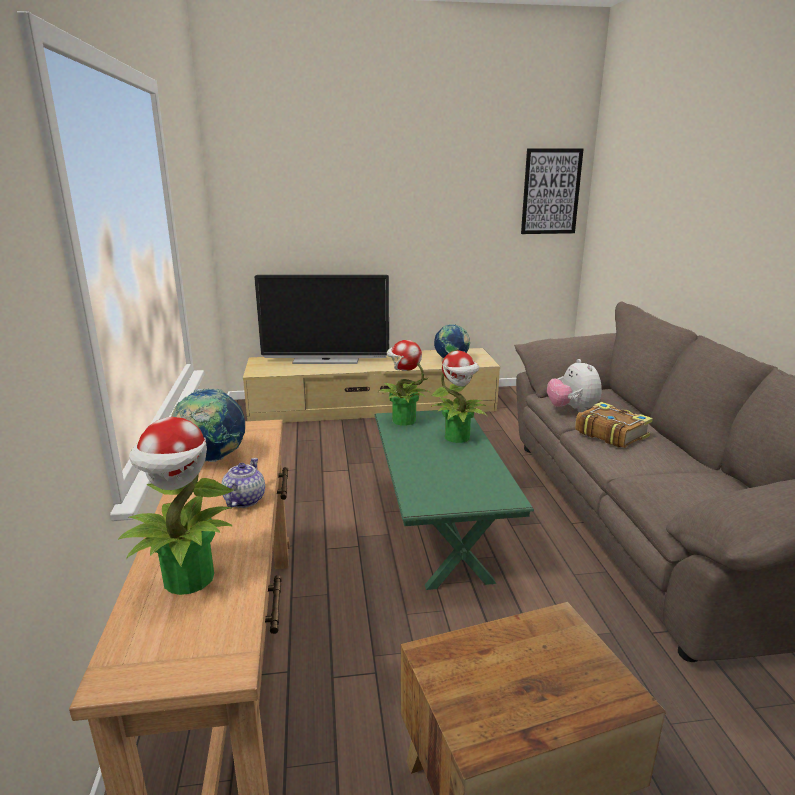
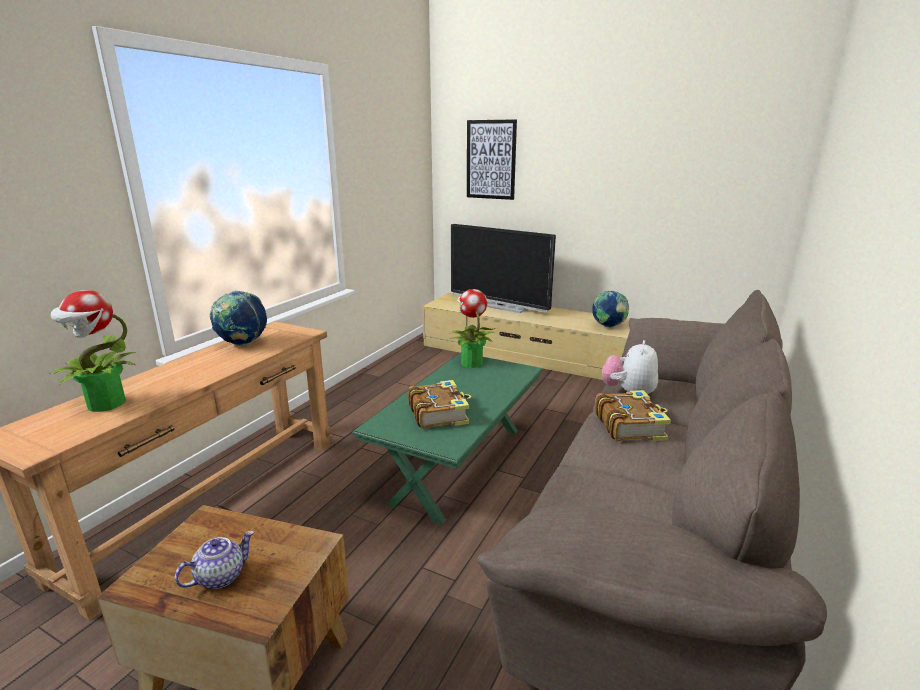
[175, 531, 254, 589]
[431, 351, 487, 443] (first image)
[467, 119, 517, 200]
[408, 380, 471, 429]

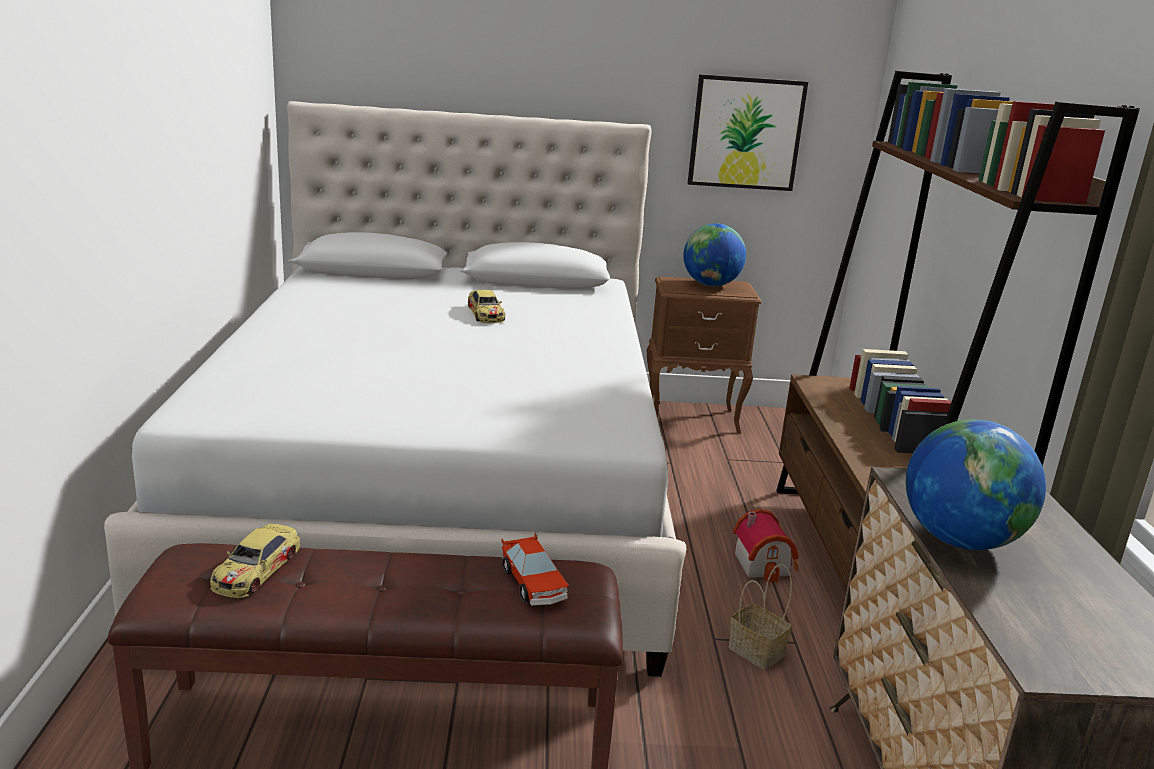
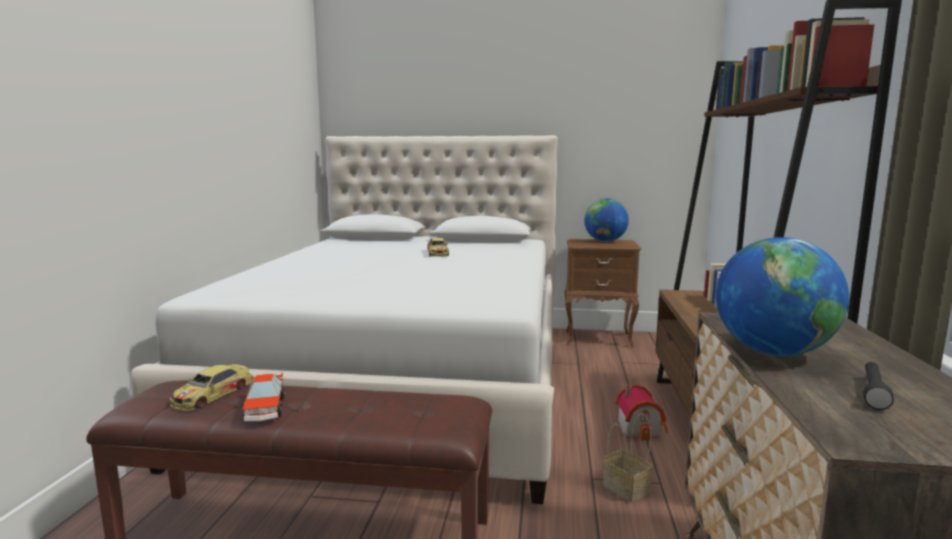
[242, 373, 285, 422]
[688, 74, 808, 191] (first image)
[863, 362, 894, 410]

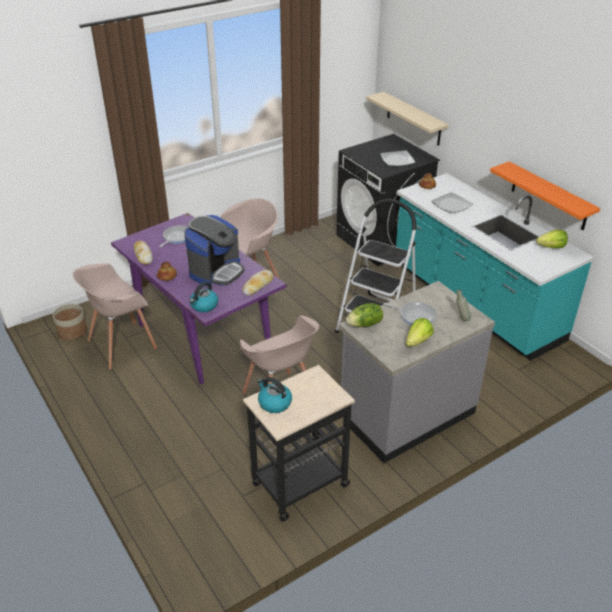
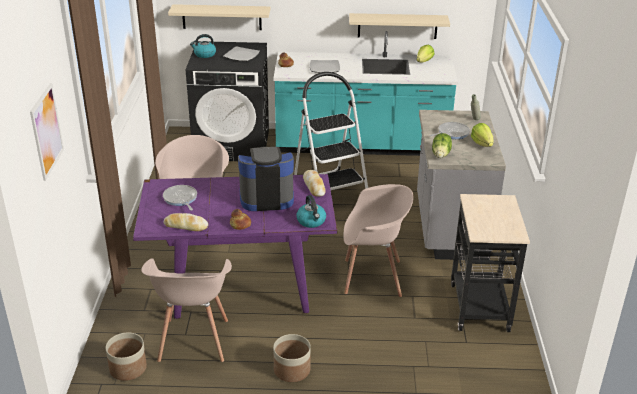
[238, 146, 294, 211]
[190, 34, 216, 58]
[349, 13, 450, 39]
[30, 83, 64, 181]
[273, 334, 311, 382]

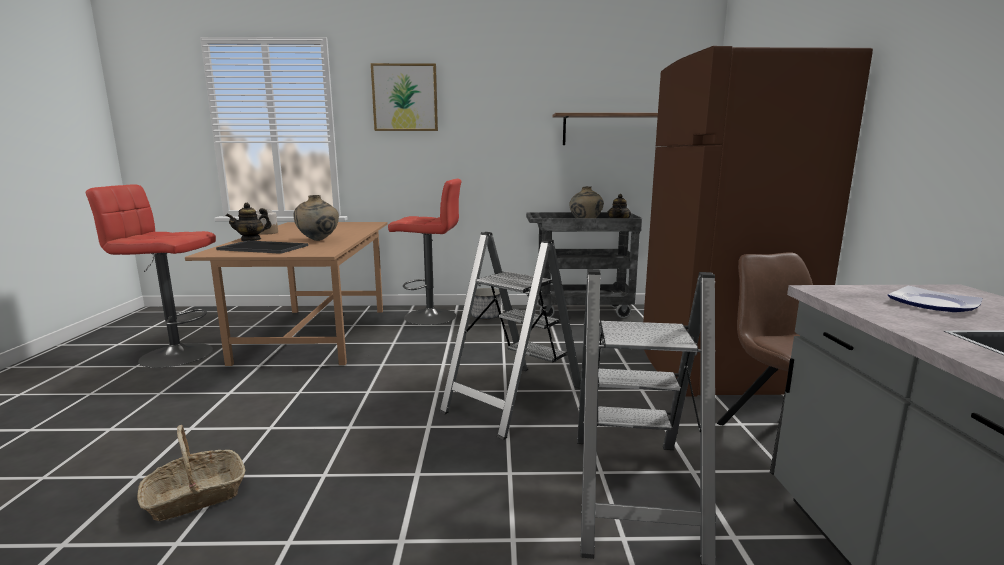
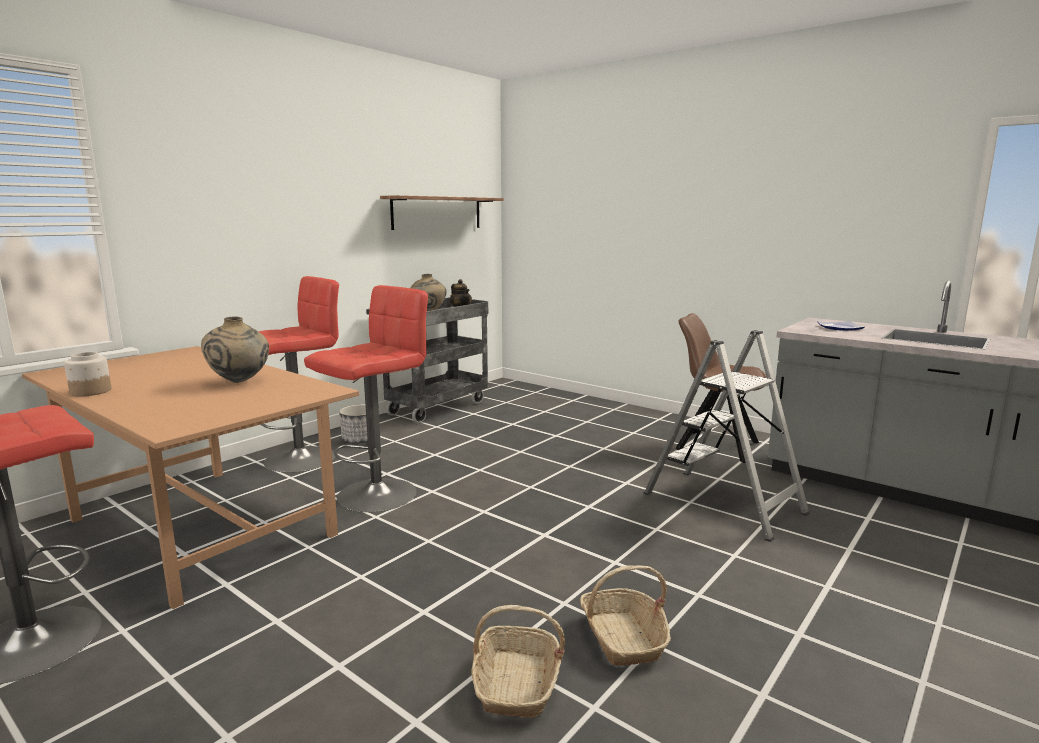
[216, 241, 308, 254] (first image)
[226, 203, 272, 241] (first image)
[371, 63, 438, 131] (first image)
[439, 232, 581, 440] (first image)
[643, 46, 873, 397] (first image)
[304, 285, 428, 512]
[580, 565, 671, 666]

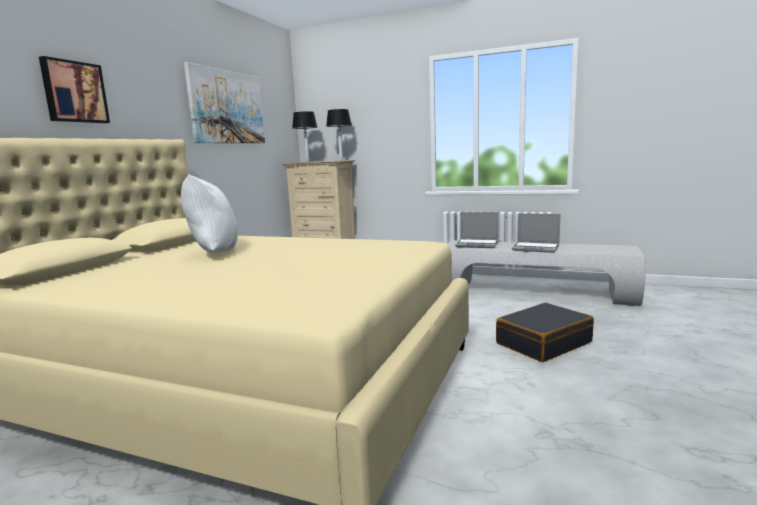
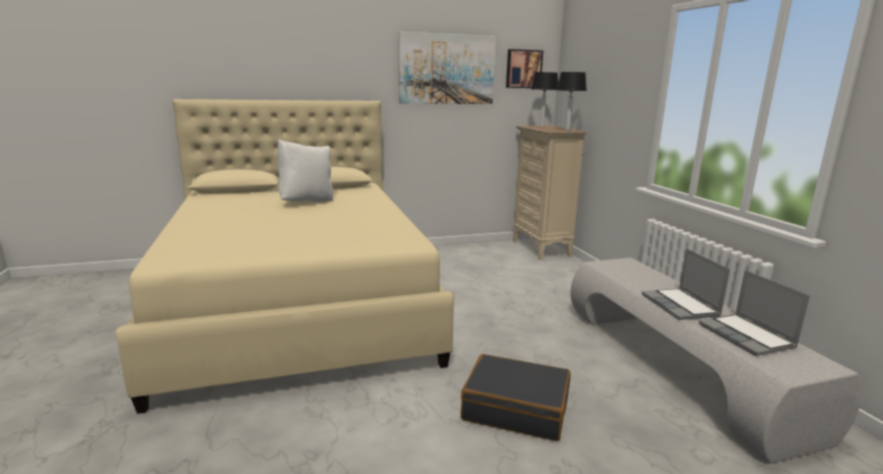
[506, 49, 543, 88]
[699, 270, 810, 356]

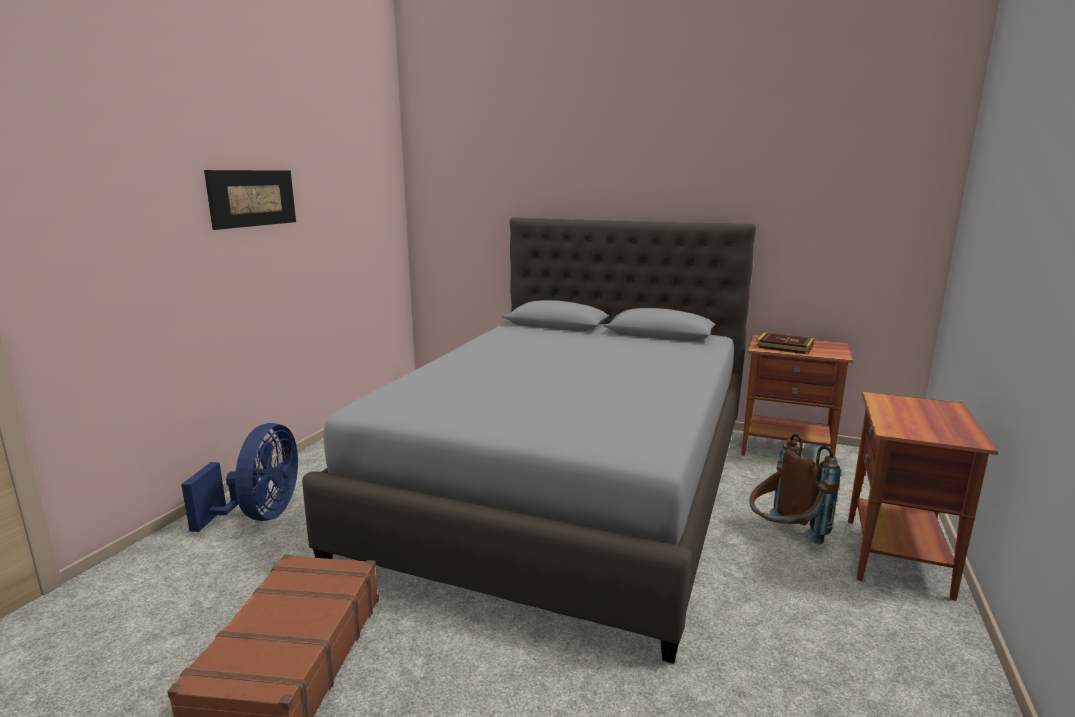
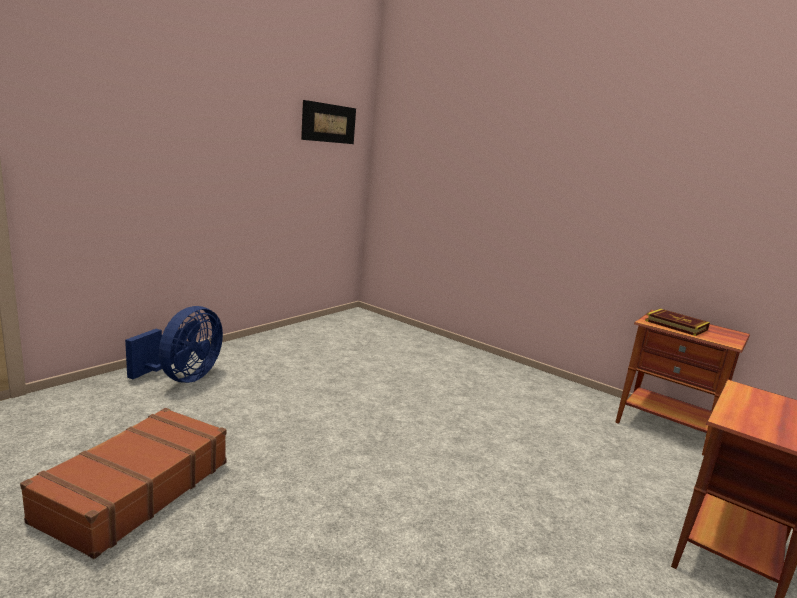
[301, 100, 356, 144]
[302, 218, 756, 664] (first image)
[749, 434, 841, 545] (first image)

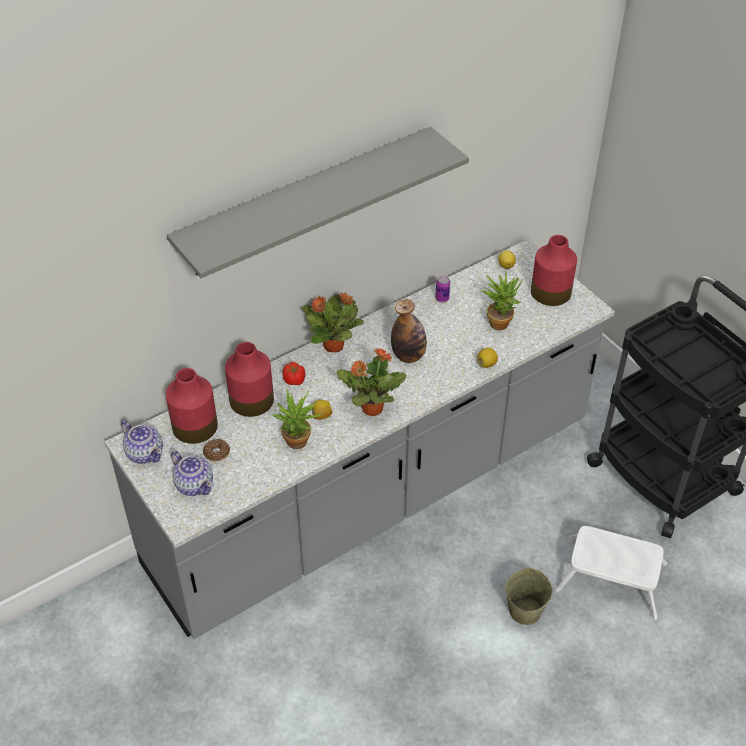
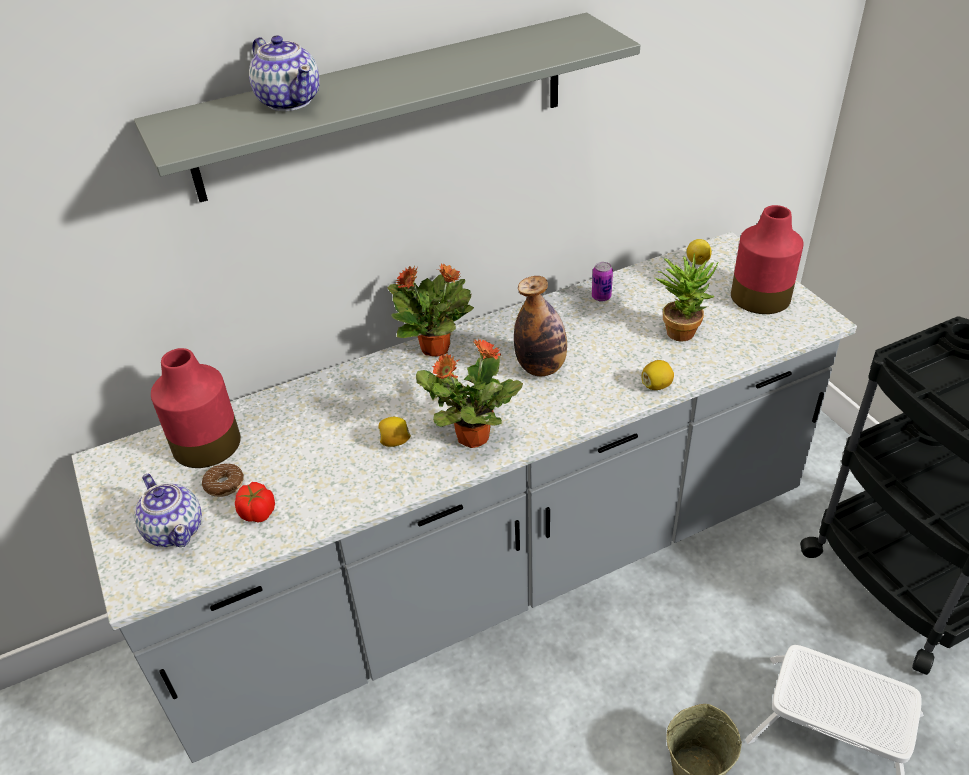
[249, 35, 319, 111]
[225, 342, 274, 417] (first image)
[272, 390, 321, 449] (first image)
[235, 482, 275, 523]

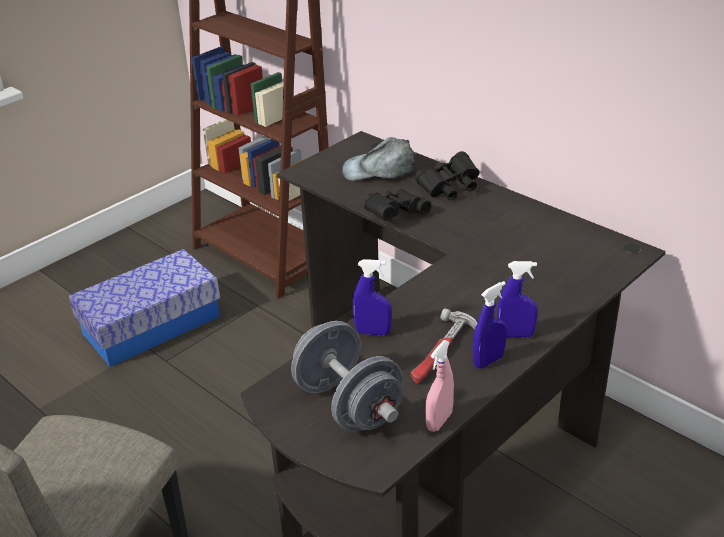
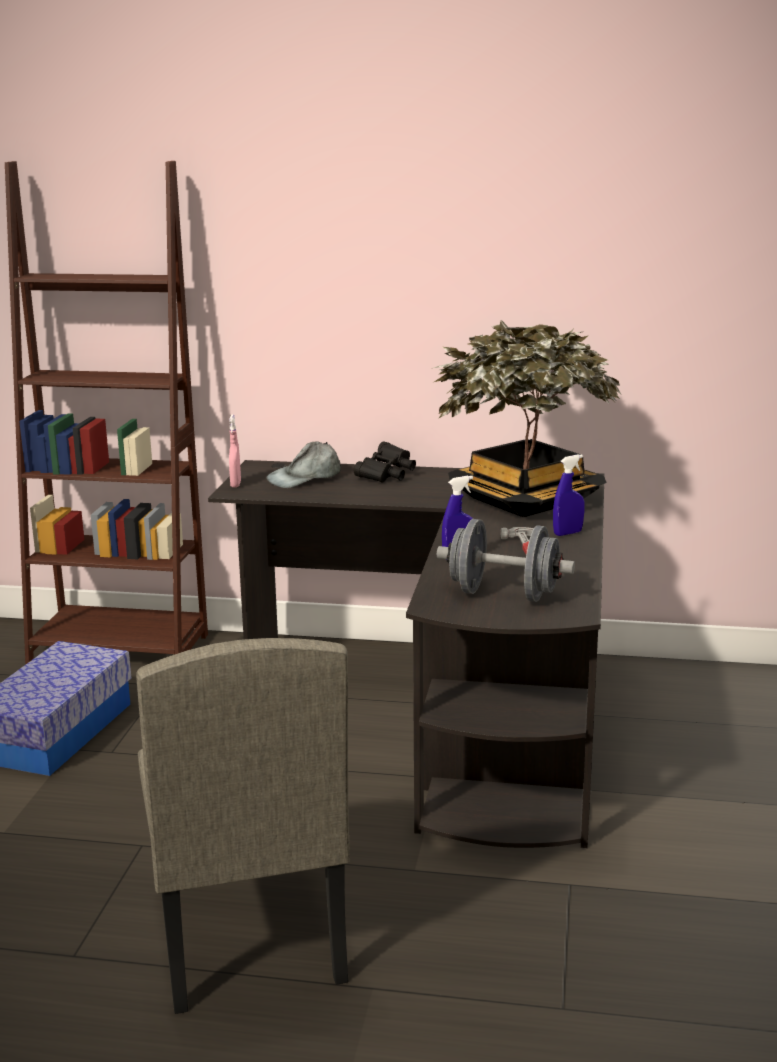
[364, 189, 431, 221] (first image)
[229, 414, 241, 487]
[473, 281, 506, 369] (first image)
[434, 320, 621, 517]

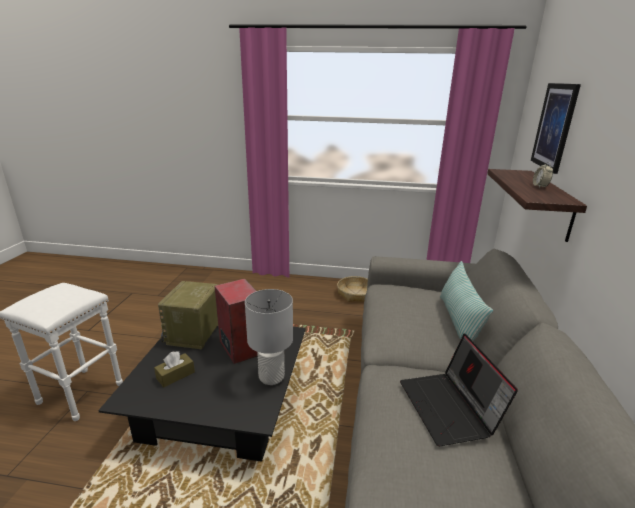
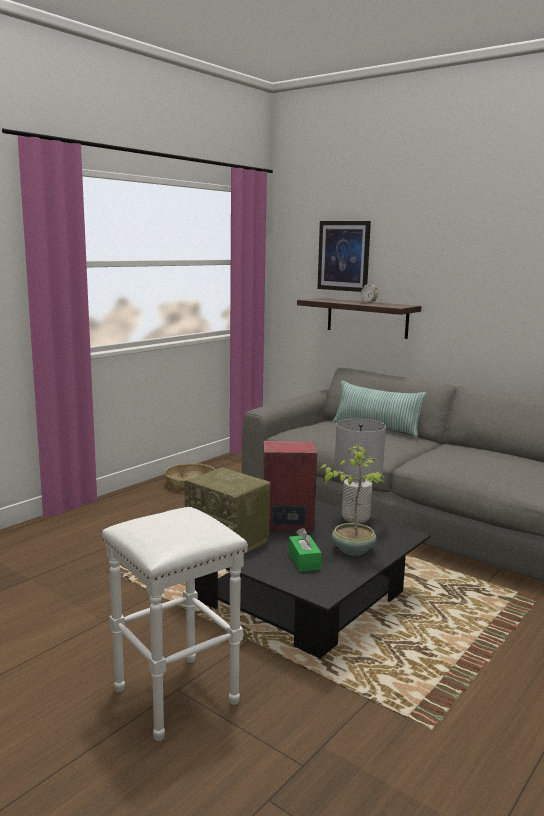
[289, 528, 322, 571]
[400, 333, 518, 446] (first image)
[320, 445, 385, 556]

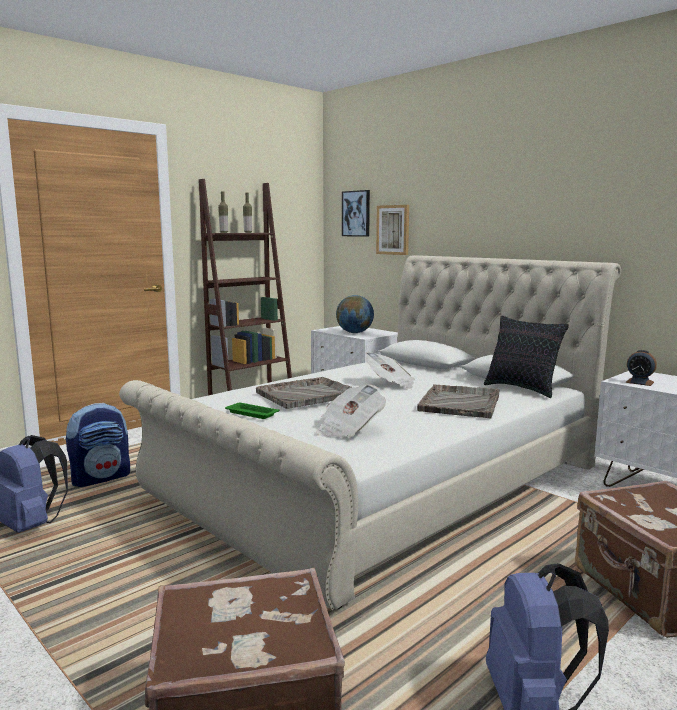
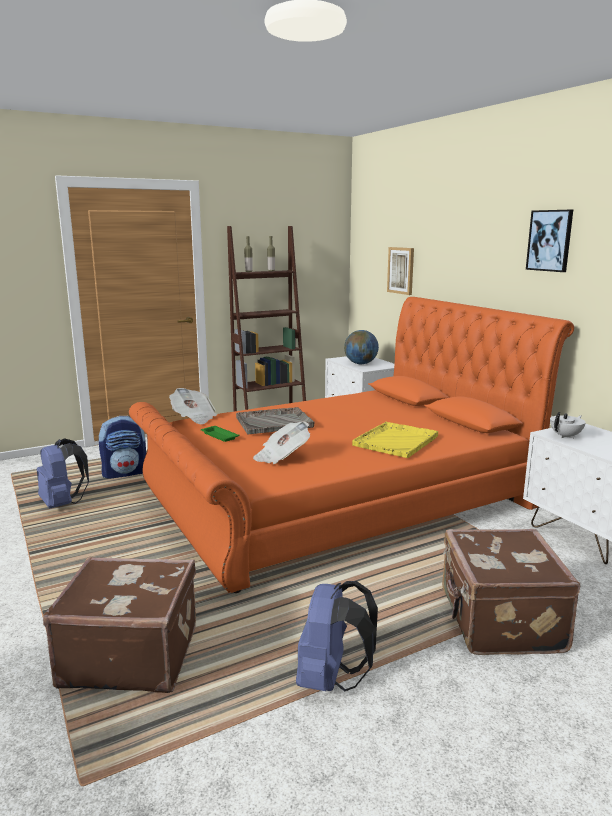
[129, 297, 574, 593]
[526, 210, 573, 272]
[169, 388, 217, 425]
[352, 422, 438, 458]
[484, 315, 569, 398] (first image)
[550, 412, 586, 439]

